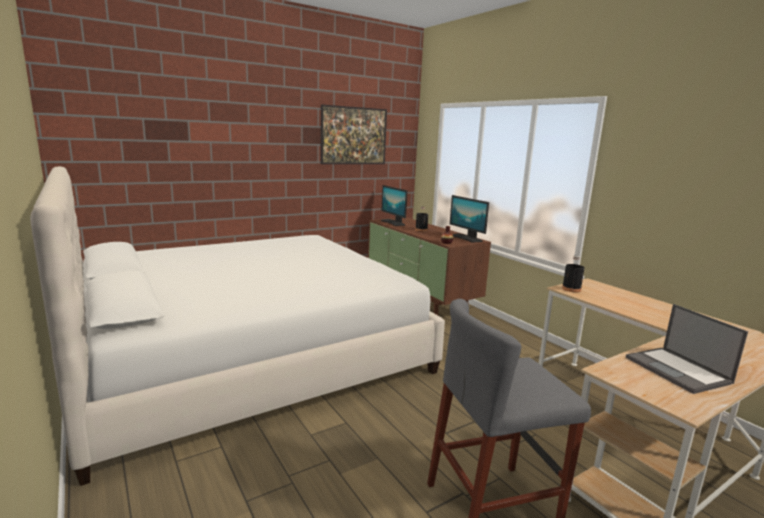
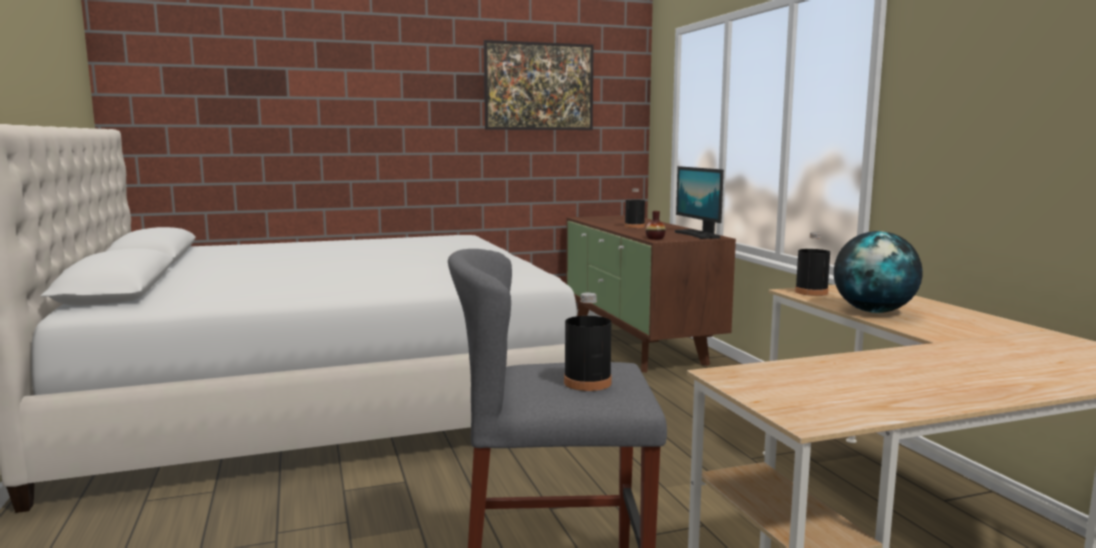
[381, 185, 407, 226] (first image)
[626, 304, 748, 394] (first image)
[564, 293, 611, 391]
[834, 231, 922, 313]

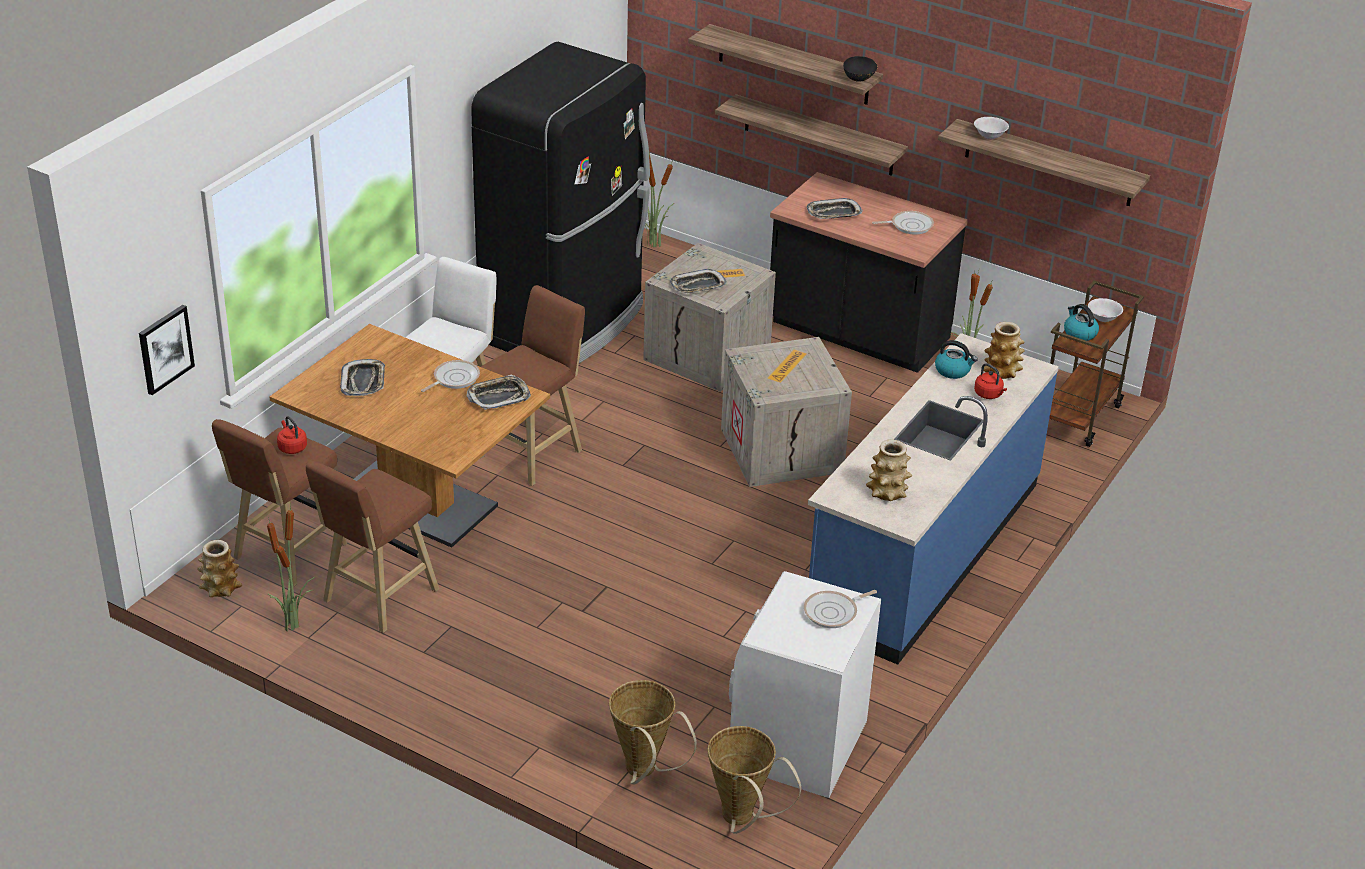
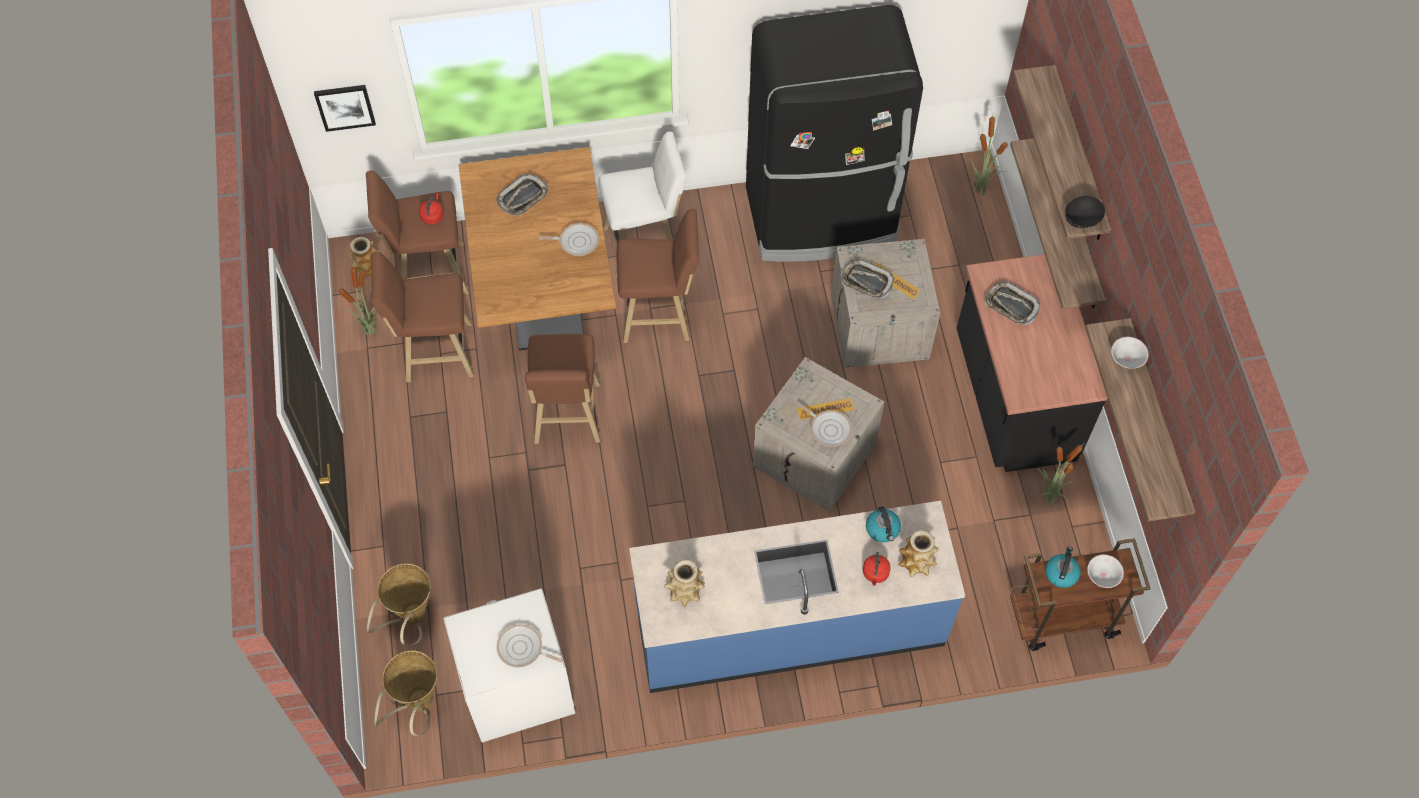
[466, 375, 531, 410] (first image)
[798, 403, 852, 447]
[525, 334, 601, 444]

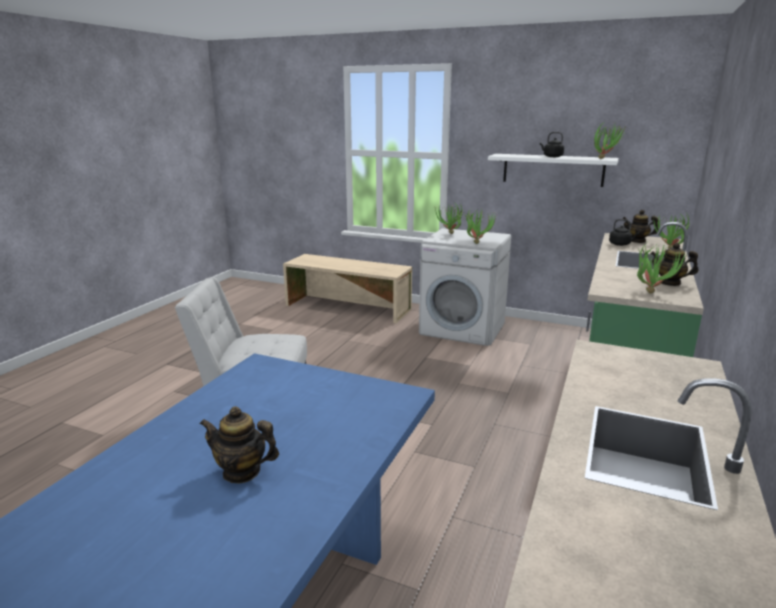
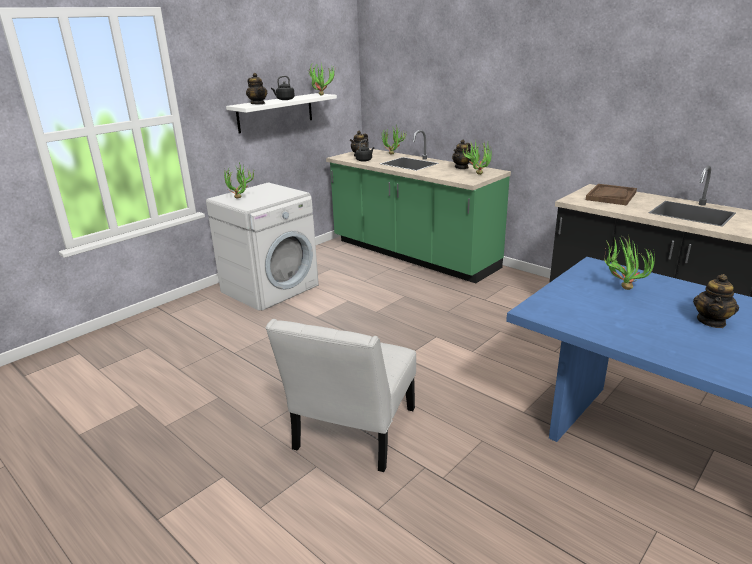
[283, 254, 412, 323] (first image)
[604, 234, 655, 290]
[246, 73, 268, 104]
[586, 184, 637, 205]

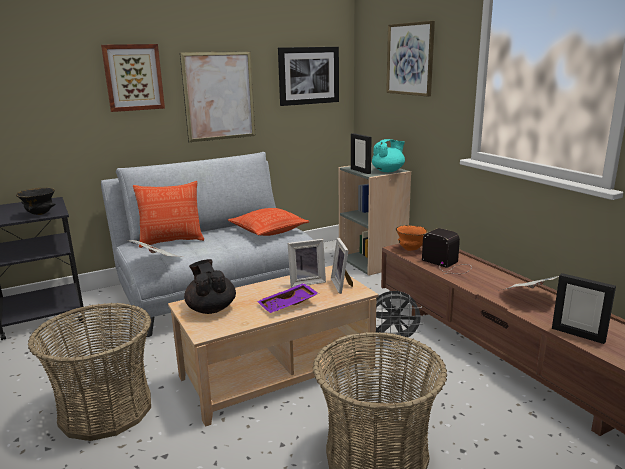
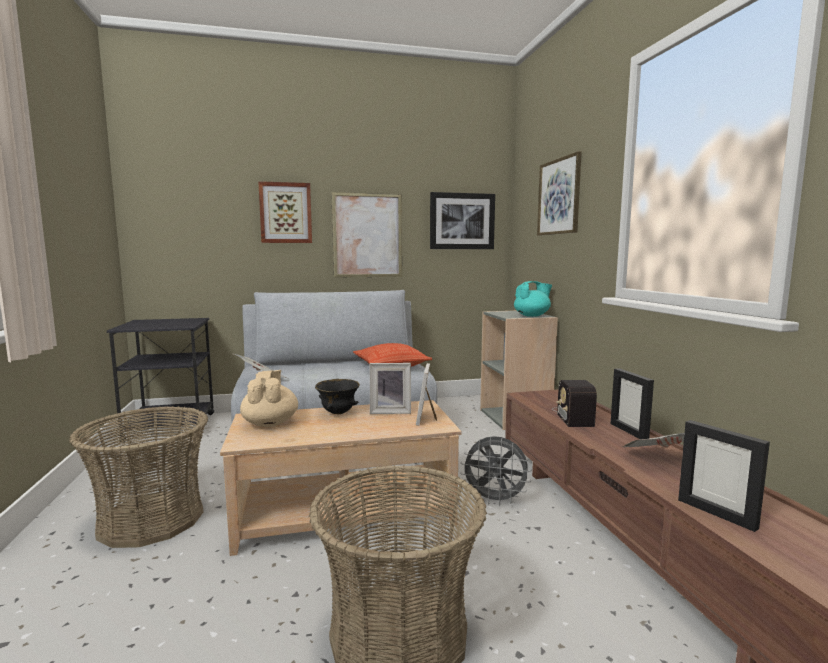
[315, 379, 360, 414]
[133, 181, 204, 248] (first image)
[240, 370, 298, 427]
[257, 283, 319, 313] (first image)
[610, 368, 654, 439]
[396, 225, 428, 251] (first image)
[552, 380, 597, 427]

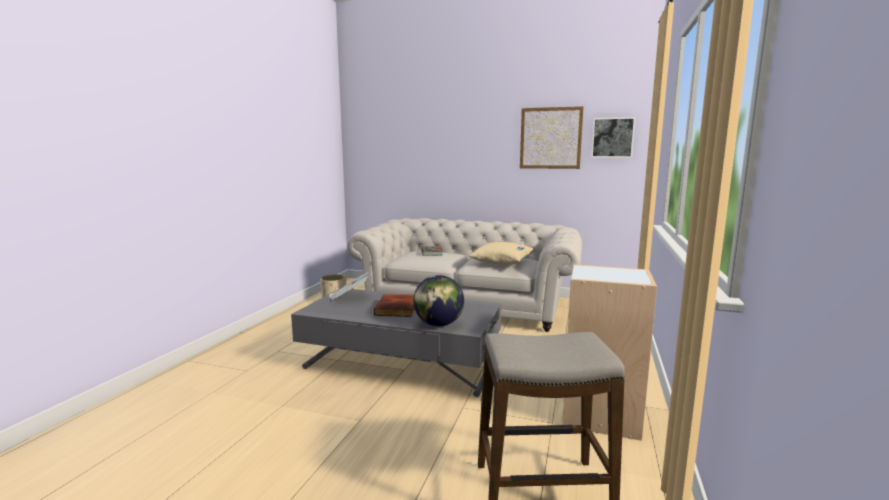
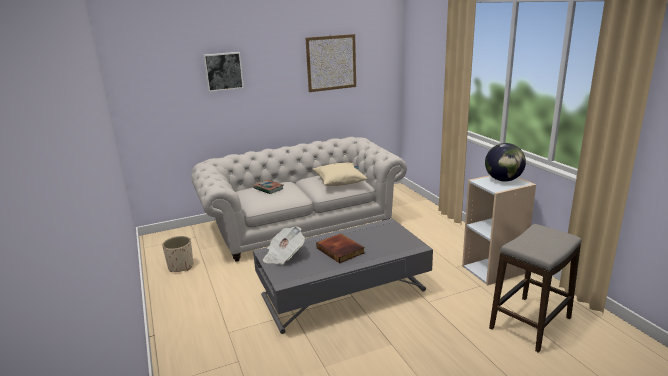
[485, 143, 526, 182]
[203, 52, 244, 92]

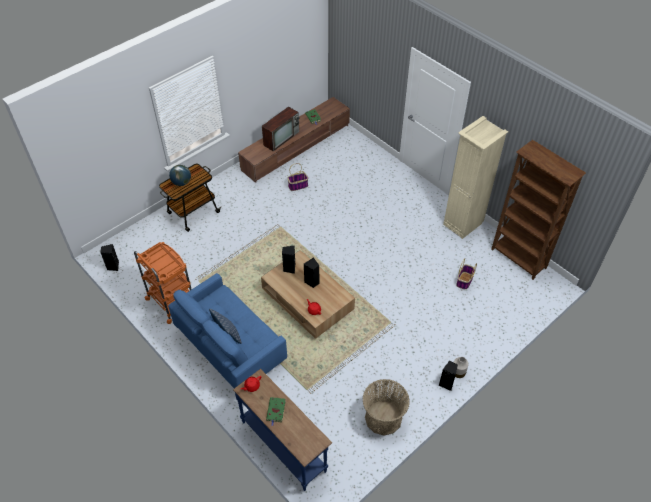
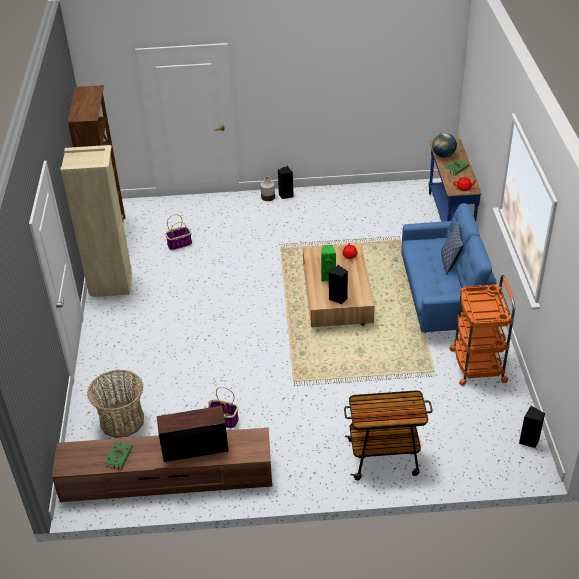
[432, 133, 457, 158]
[321, 245, 336, 282]
[87, 370, 144, 438]

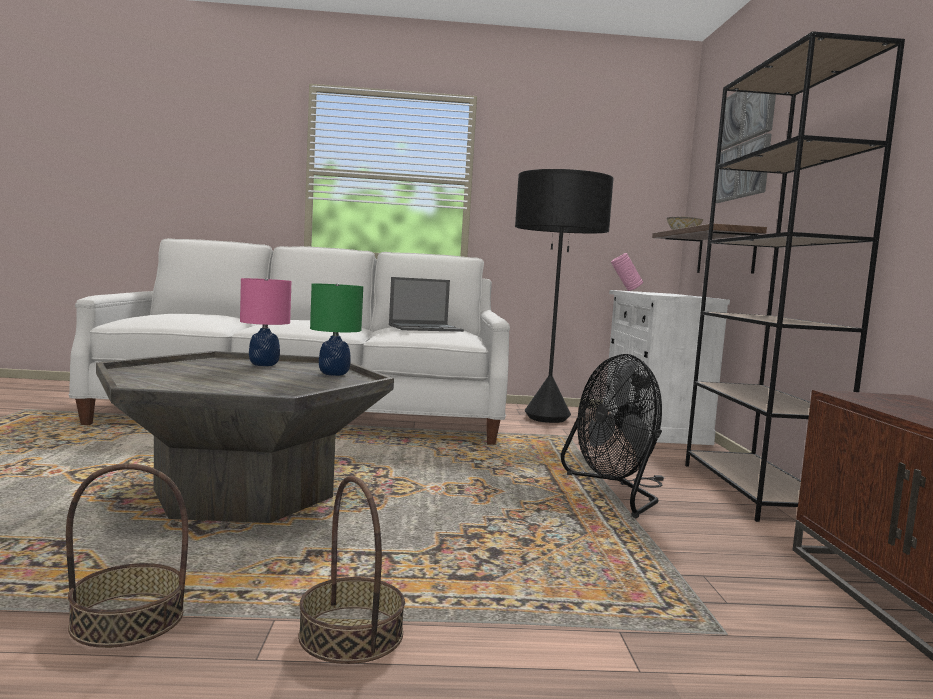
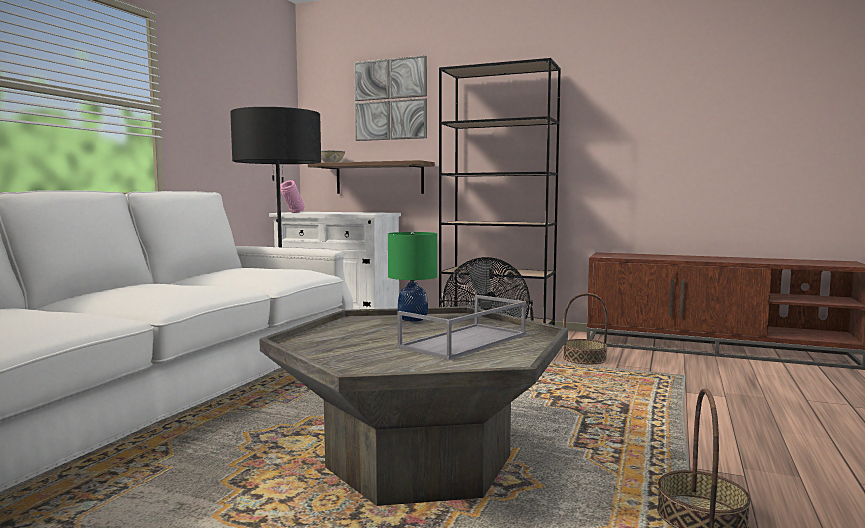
[240, 278, 291, 366] (first image)
[563, 293, 608, 365]
[389, 277, 464, 332] (first image)
[397, 295, 526, 360]

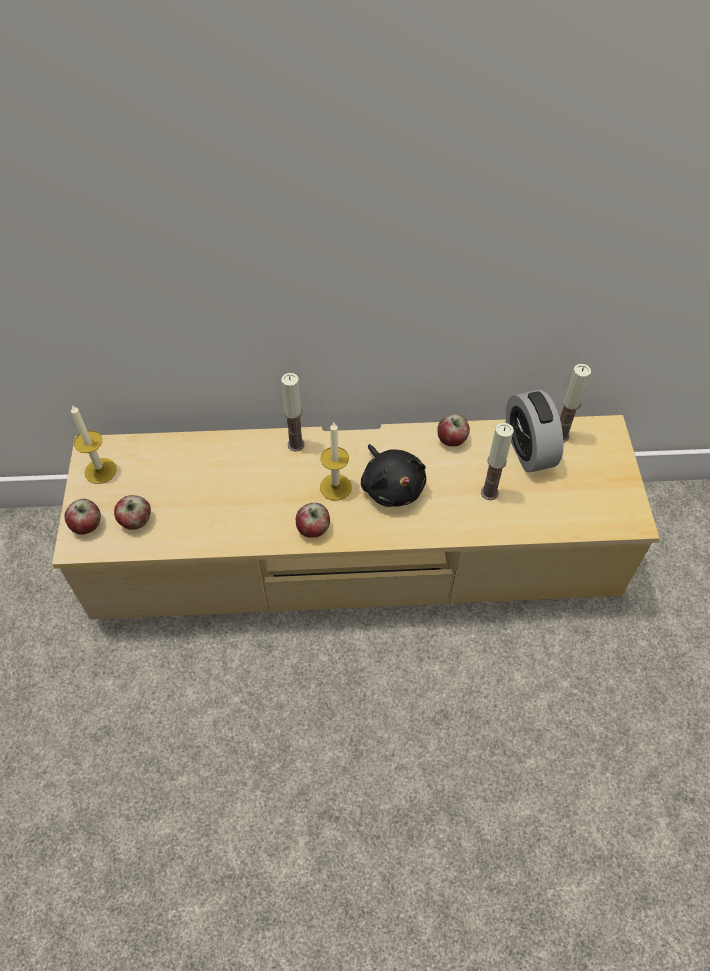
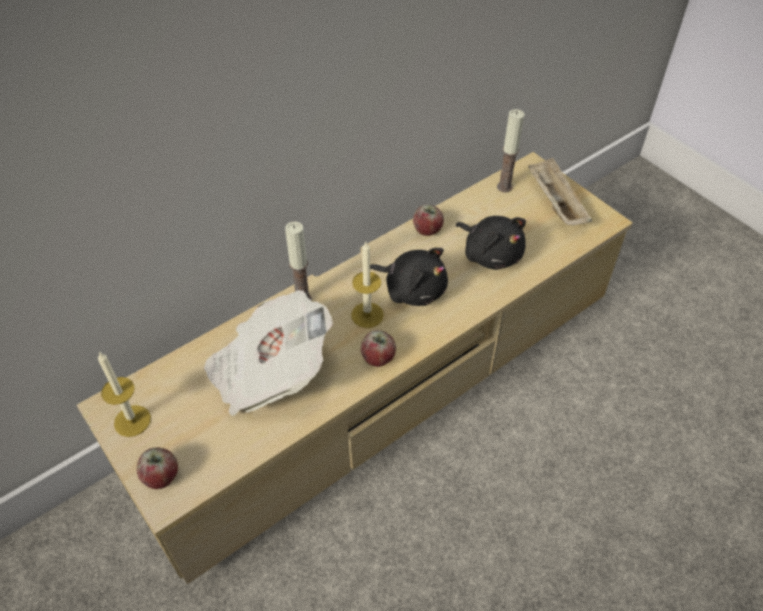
[114, 495, 151, 530] (first image)
[456, 216, 526, 270]
[506, 390, 564, 472] (first image)
[204, 290, 333, 416]
[528, 158, 592, 226]

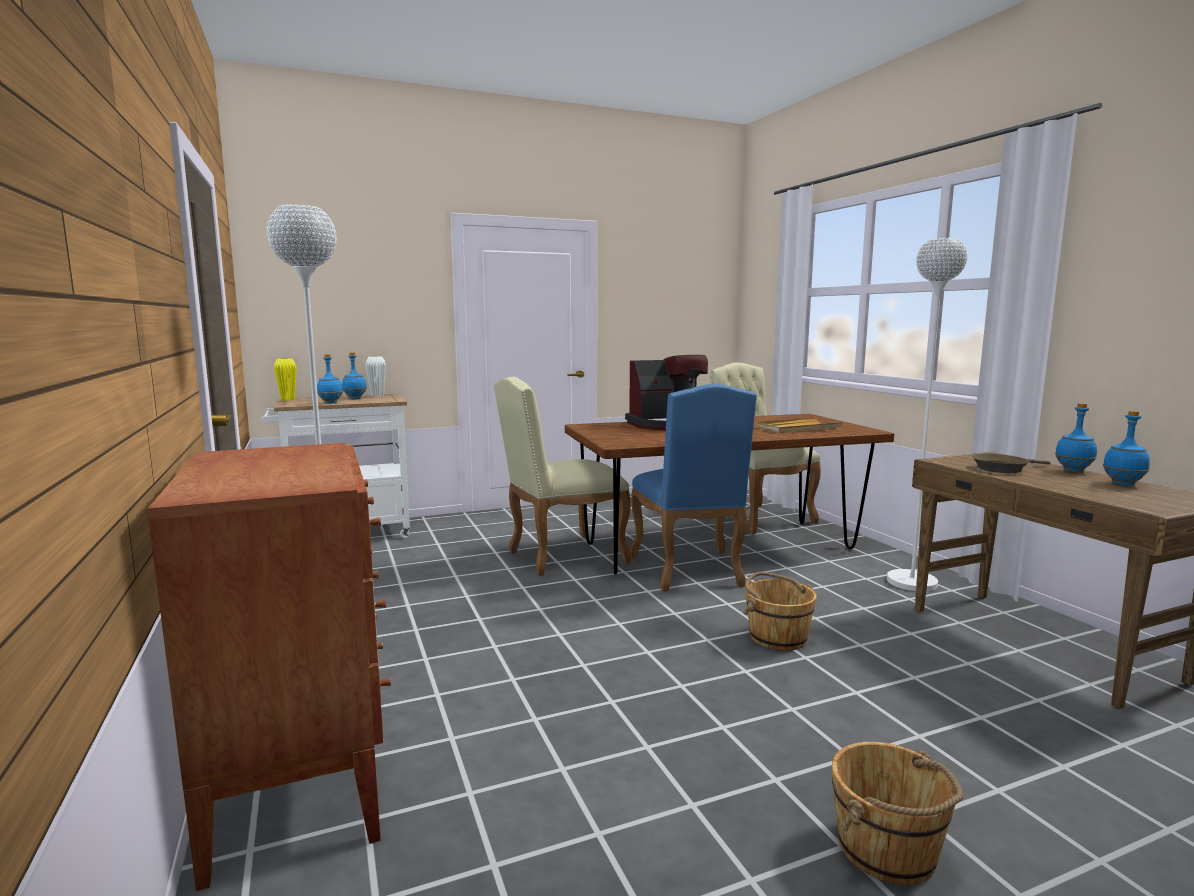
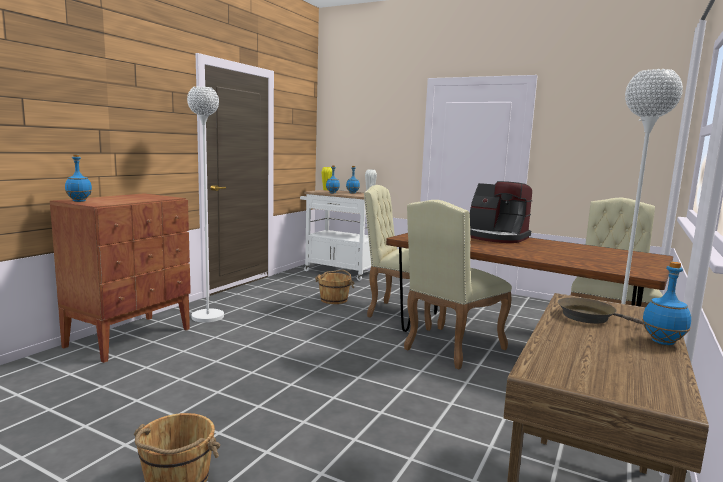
[404, 200, 512, 369]
[315, 270, 354, 304]
[757, 417, 843, 433] (first image)
[65, 154, 92, 202]

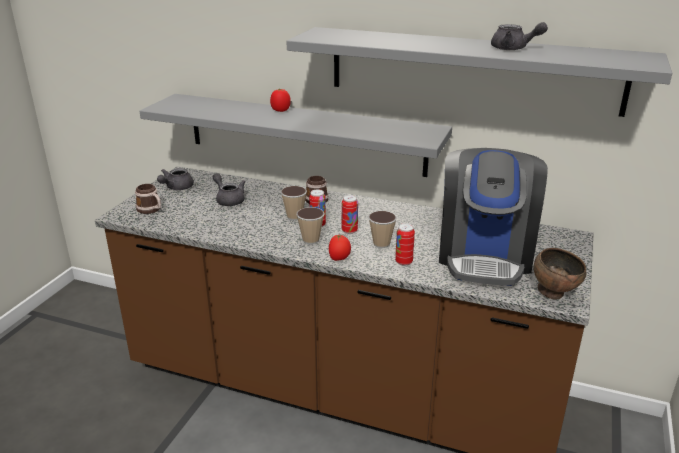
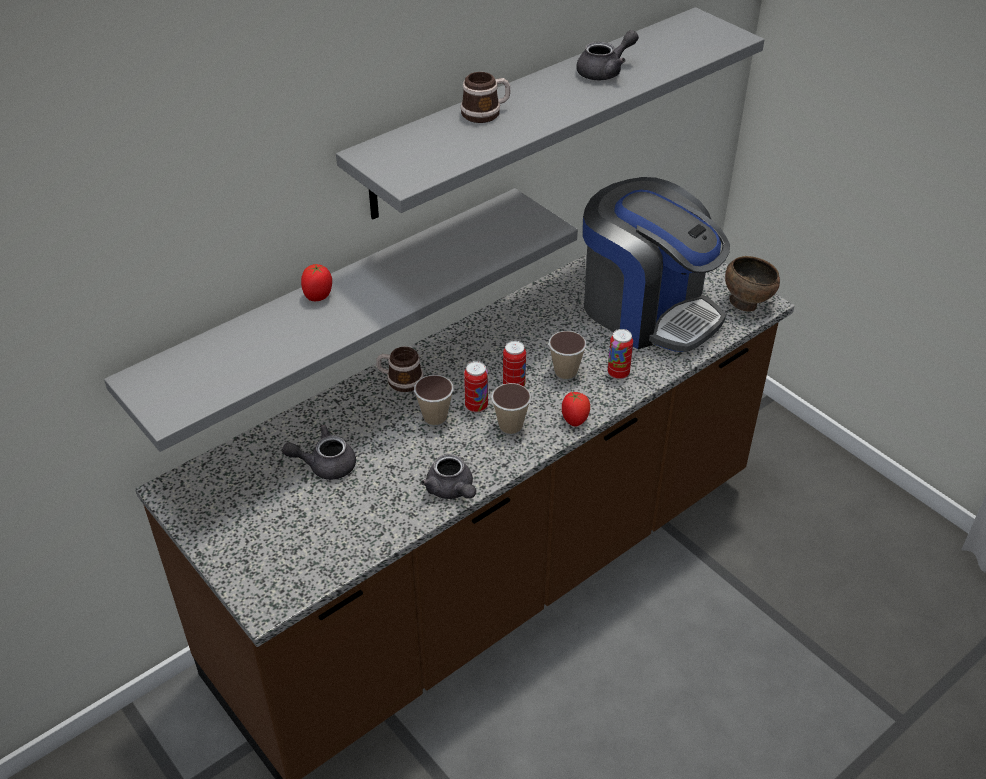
[460, 72, 511, 123]
[421, 454, 476, 499]

